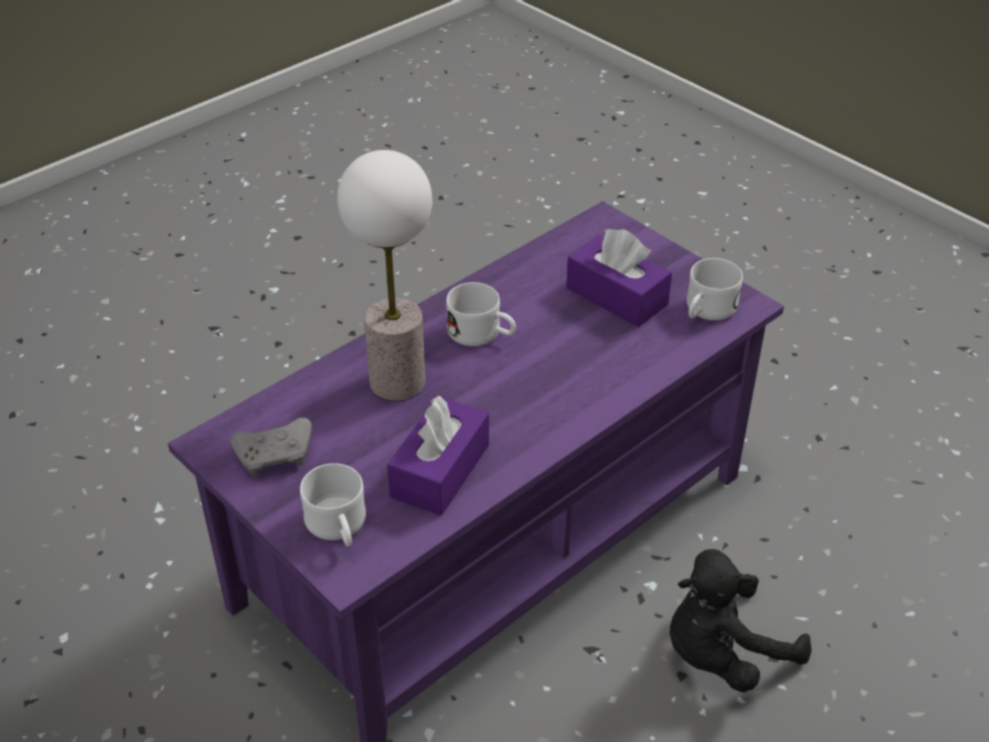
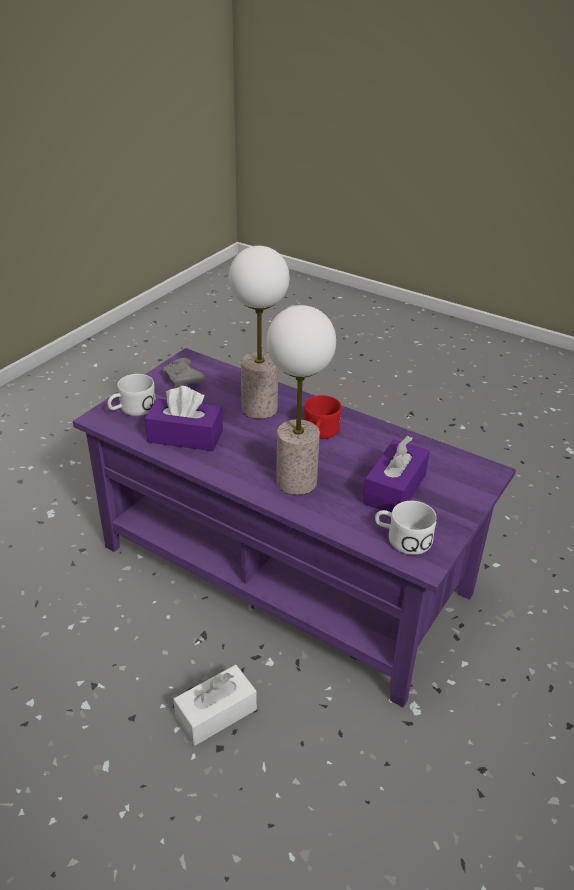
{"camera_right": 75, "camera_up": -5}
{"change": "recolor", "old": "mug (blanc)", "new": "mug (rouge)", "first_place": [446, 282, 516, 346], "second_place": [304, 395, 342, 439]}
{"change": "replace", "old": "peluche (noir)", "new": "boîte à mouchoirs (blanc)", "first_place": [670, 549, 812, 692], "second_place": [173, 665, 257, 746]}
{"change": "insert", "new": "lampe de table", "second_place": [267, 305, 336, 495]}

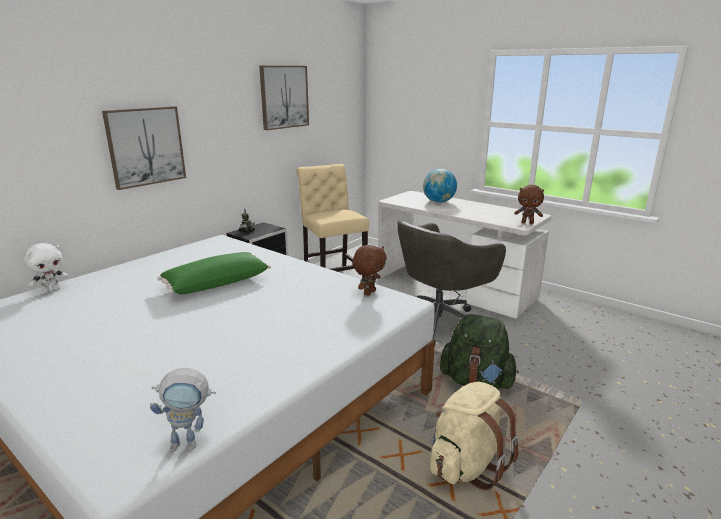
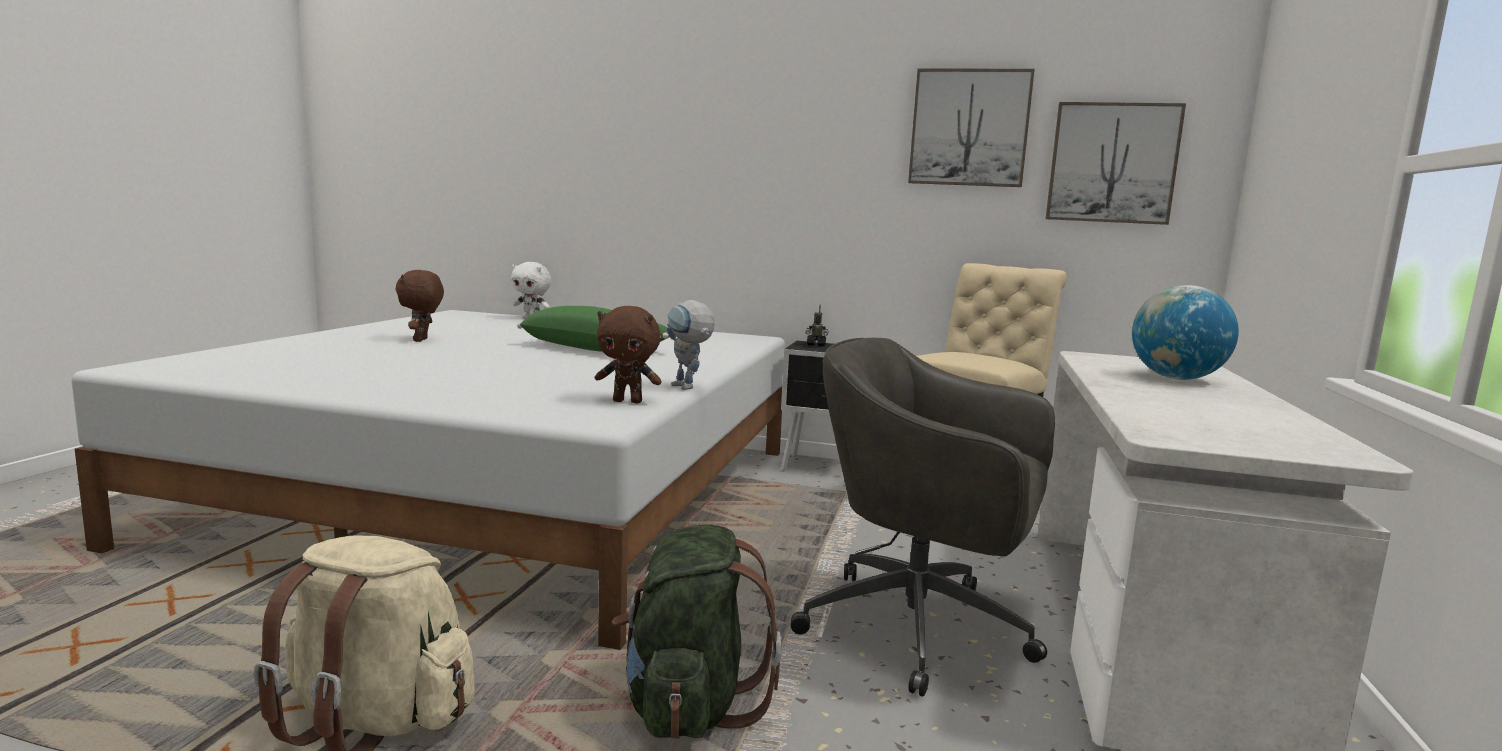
{"camera_right": 65, "camera_up": -10}
{"change": "move", "old": "tableau", "first_place": [102, 106, 186, 190], "second_place": [1046, 102, 1186, 225]}
{"change": "move", "old": "peluche (marron)", "first_place": [514, 185, 544, 224], "second_place": [395, 270, 444, 342]}
{"change": "move", "old": "robot jouet", "first_place": [150, 368, 216, 452], "second_place": [667, 300, 715, 390]}

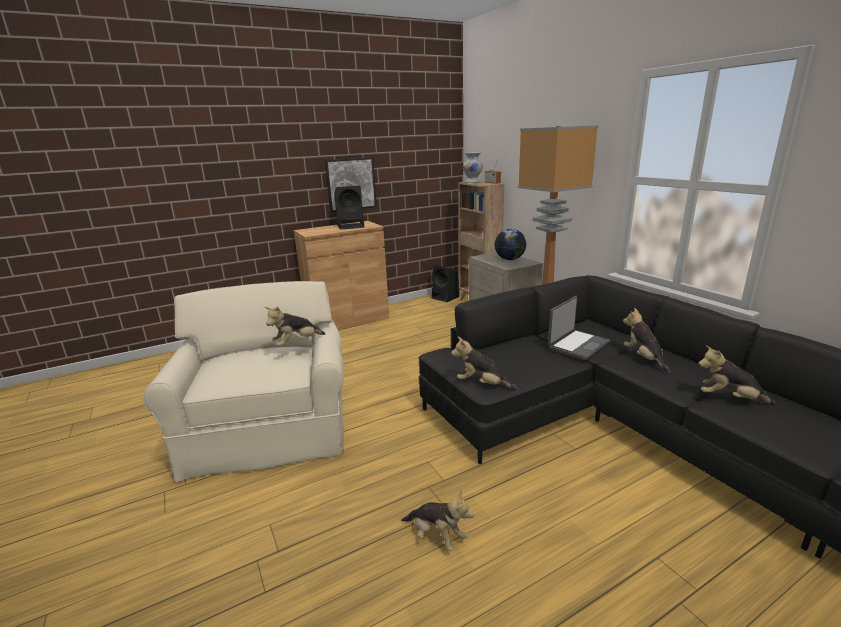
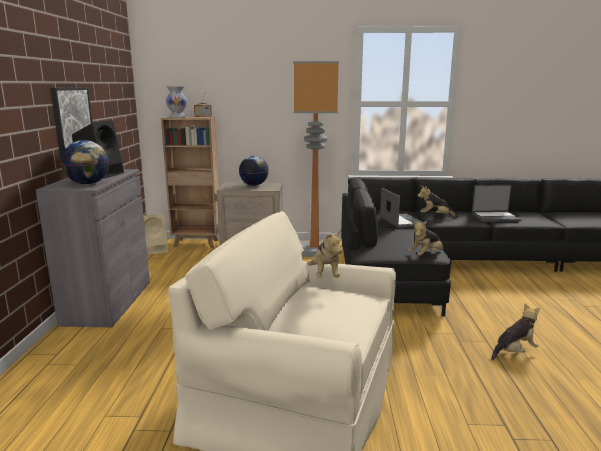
{"camera_right": -60, "camera_up": -5}
{"change": "recolor", "old": "meuble de rangement (marron)", "new": "meuble de rangement (gris)", "first_place": [294, 221, 389, 331], "second_place": [36, 169, 150, 327]}
{"change": "recolor", "old": "enceinte (noir)", "new": "enceinte (beige)", "first_place": [432, 265, 459, 302], "second_place": [143, 214, 168, 255]}
{"change": "replace", "old": "peluche", "new": "ordinateur portable", "first_place": [698, 345, 776, 405], "second_place": [472, 185, 522, 222]}
{"change": "insert", "new": "globe", "second_place": [61, 140, 109, 184]}

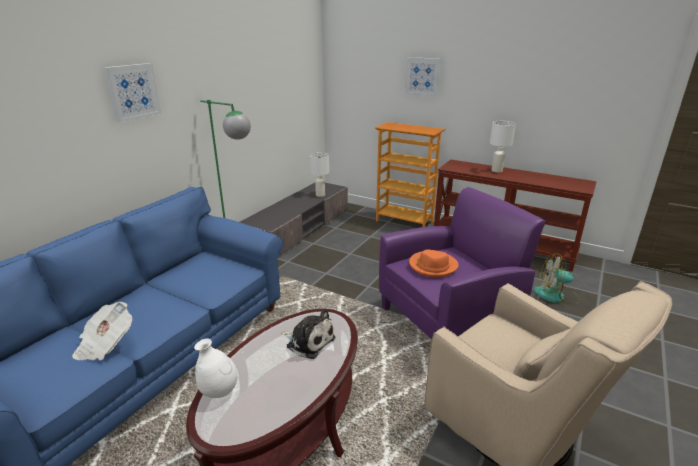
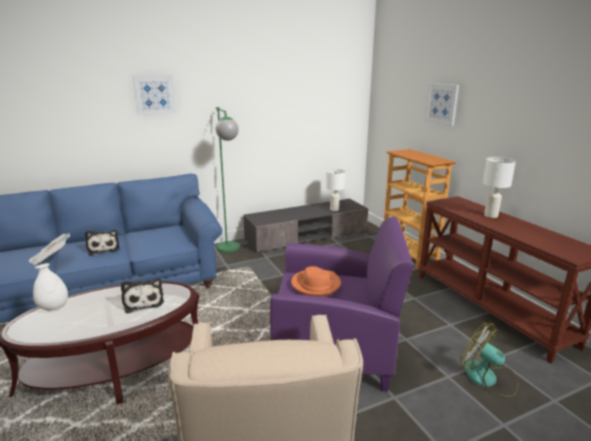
{"camera_right": 35, "camera_up": -5}
{"change": "insert", "new": "peluche", "second_place": [85, 229, 120, 255]}

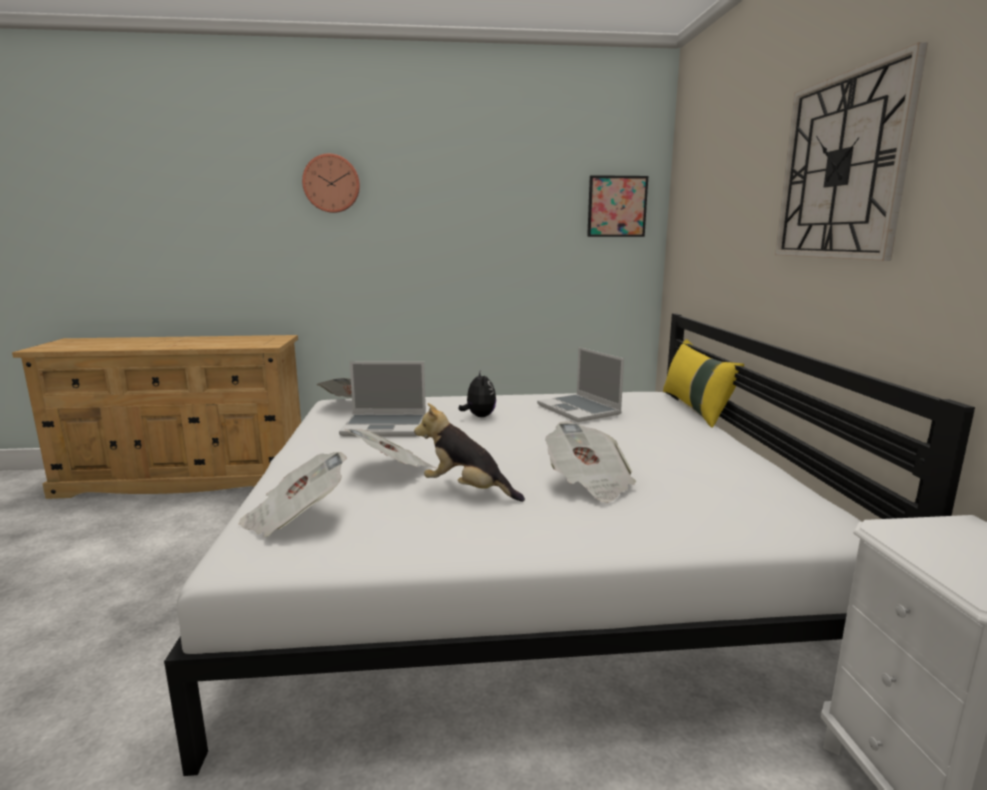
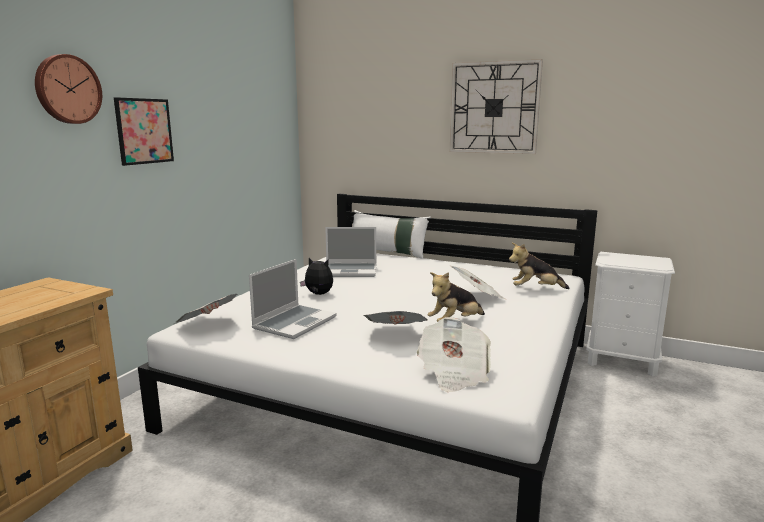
{"camera_right": -60, "camera_up": 0}
{"change": "move", "old": "tableau", "first_place": [587, 175, 648, 237], "second_place": [114, 97, 174, 166]}
{"change": "recolor", "old": "coussin (jaune)", "new": "coussin (blanc)", "first_place": [663, 339, 744, 428], "second_place": [353, 210, 431, 259]}
{"change": "insert", "new": "peluche", "second_place": [509, 243, 570, 289]}

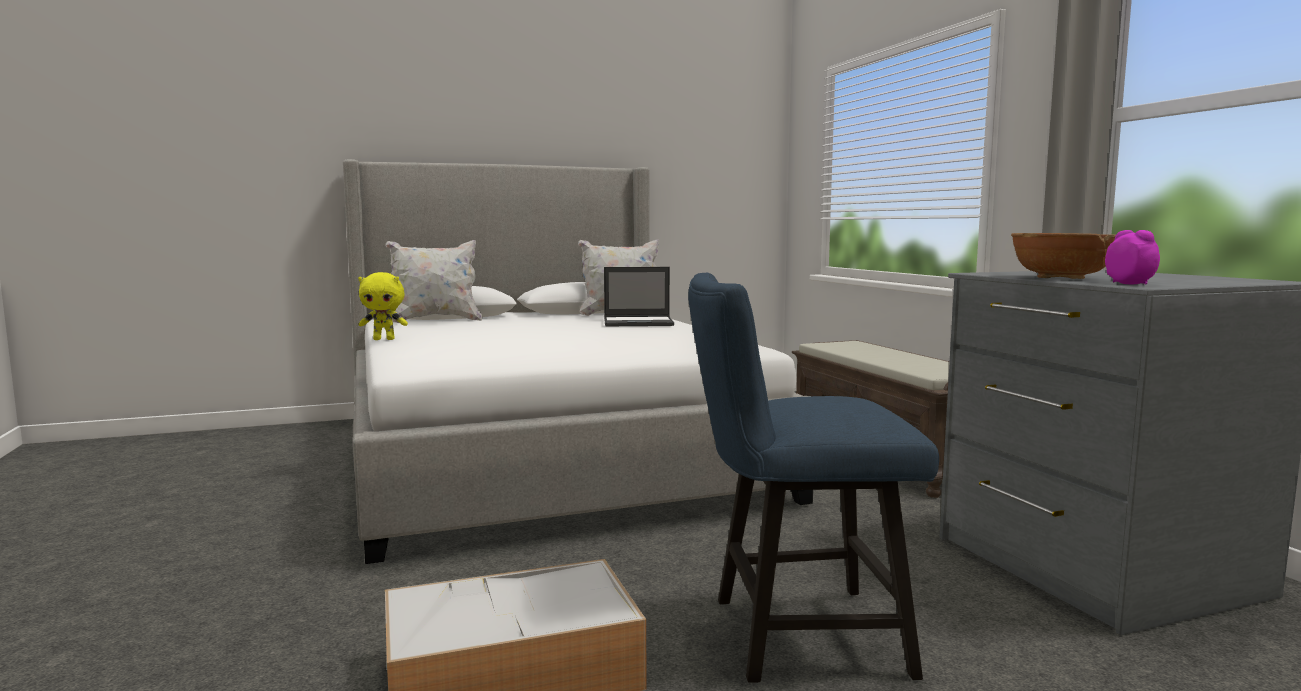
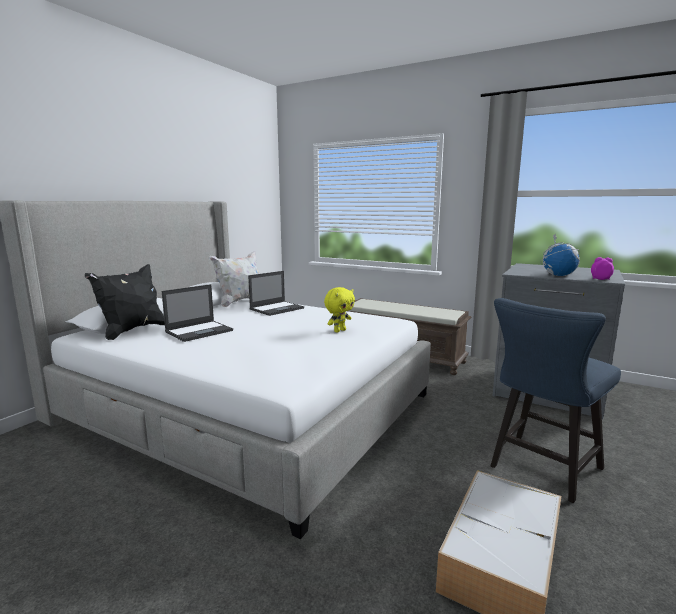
{"camera_right": -40, "camera_up": 5}
{"change": "replace", "old": "bol (marron)", "new": "globe", "first_place": [1011, 233, 1116, 279], "second_place": [540, 233, 580, 276]}
{"change": "recolor", "old": "coussin (blanc)", "new": "coussin (noir)", "first_place": [385, 240, 482, 323], "second_place": [85, 264, 165, 340]}
{"change": "move", "old": "peluche (jaune)", "first_place": [358, 272, 408, 340], "second_place": [324, 287, 355, 333]}
{"change": "insert", "new": "ordinateur portable", "second_place": [162, 284, 233, 342]}

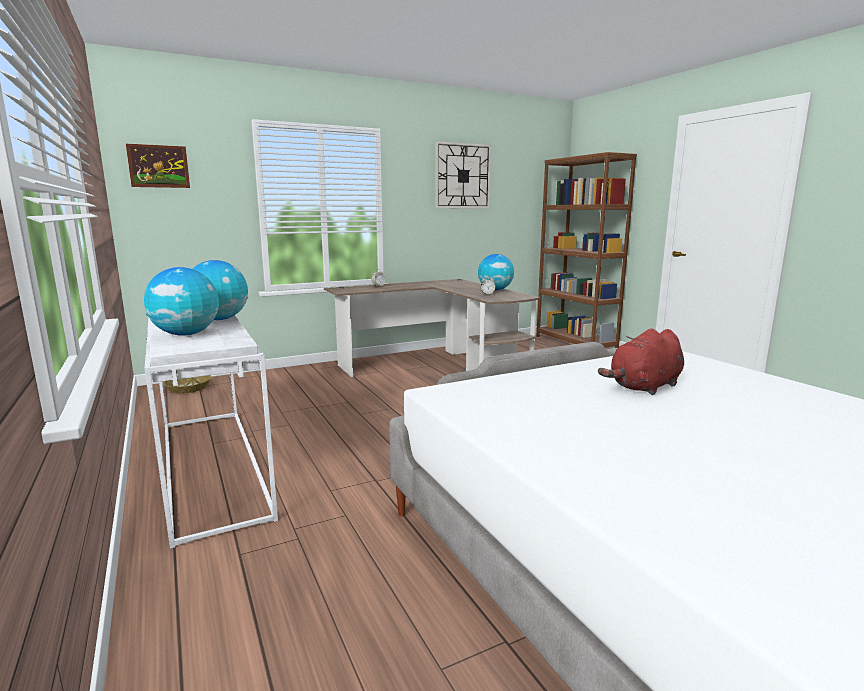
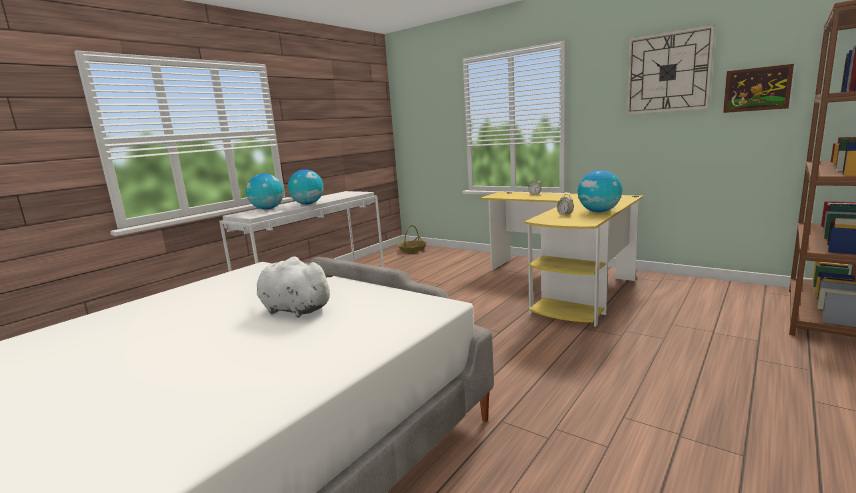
{"camera_right": 65, "camera_up": 0}
{"change": "move", "old": "tableau", "first_place": [126, 144, 190, 188], "second_place": [723, 64, 794, 113]}
{"change": "recolor", "old": "bureau (marron)", "new": "bureau (jaune)", "first_place": [324, 279, 541, 377], "second_place": [480, 192, 643, 327]}
{"change": "recolor", "old": "peluche (rouge)", "new": "peluche (blanc)", "first_place": [598, 328, 684, 395], "second_place": [257, 257, 333, 317]}

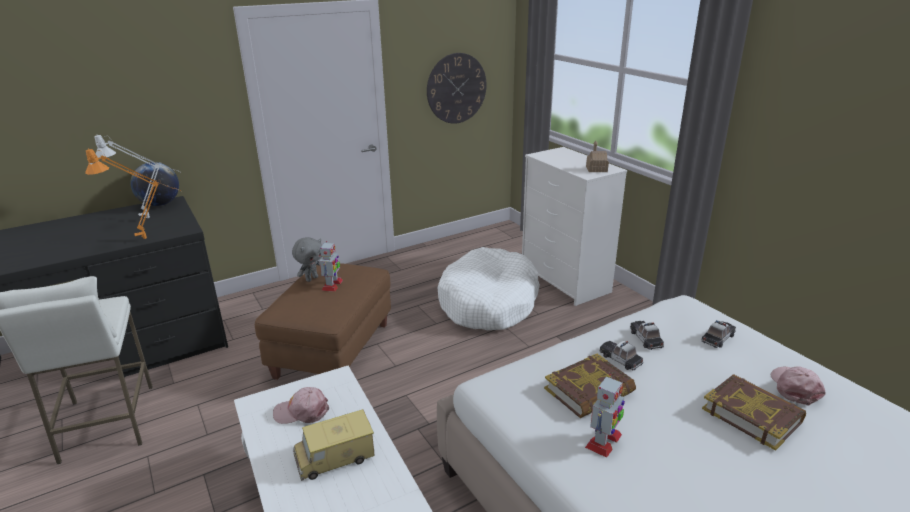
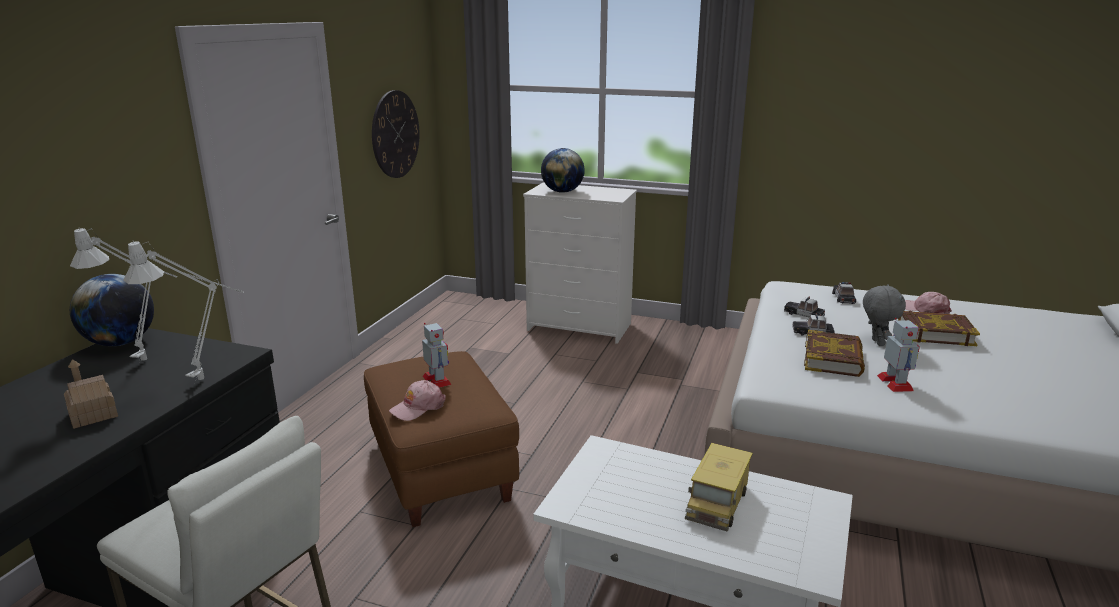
{"camera_right": -40, "camera_up": -5}
{"change": "move", "old": "maison miniature", "first_place": [586, 141, 609, 172], "second_place": [64, 359, 118, 429]}
{"change": "recolor", "old": "lampe de table (orange)", "new": "lampe de table (gris)", "first_place": [85, 148, 183, 239], "second_place": [123, 241, 243, 380]}
{"change": "move", "old": "peluche (gris)", "first_place": [292, 237, 322, 282], "second_place": [863, 284, 906, 346]}
{"change": "delete", "old": "panier pour chien (blanc)", "first_place": [438, 247, 540, 330]}
{"change": "move", "old": "casquette (rose)", "first_place": [273, 387, 329, 424], "second_place": [389, 380, 446, 421]}
{"change": "insert", "new": "globe", "second_place": [541, 148, 585, 193]}

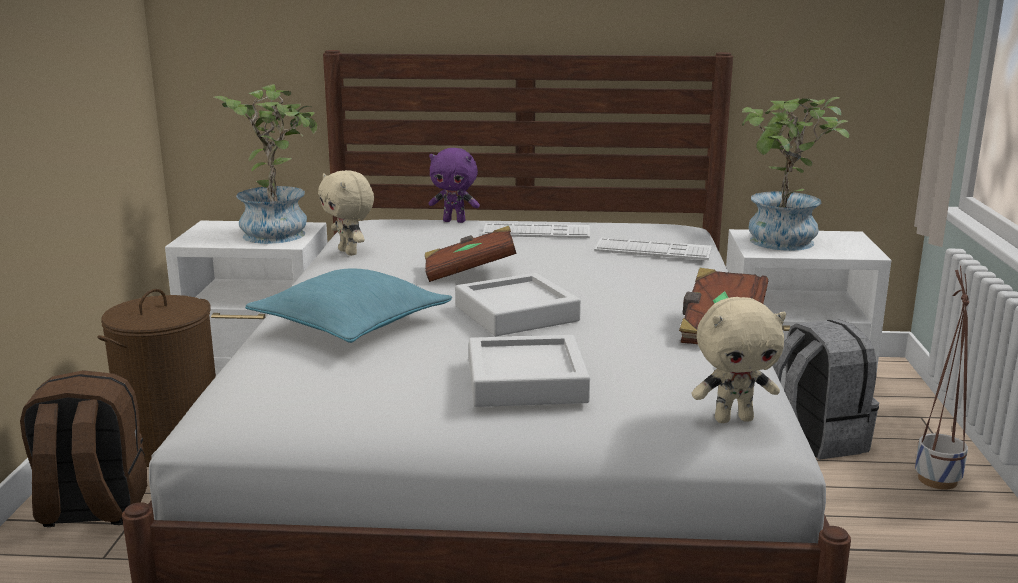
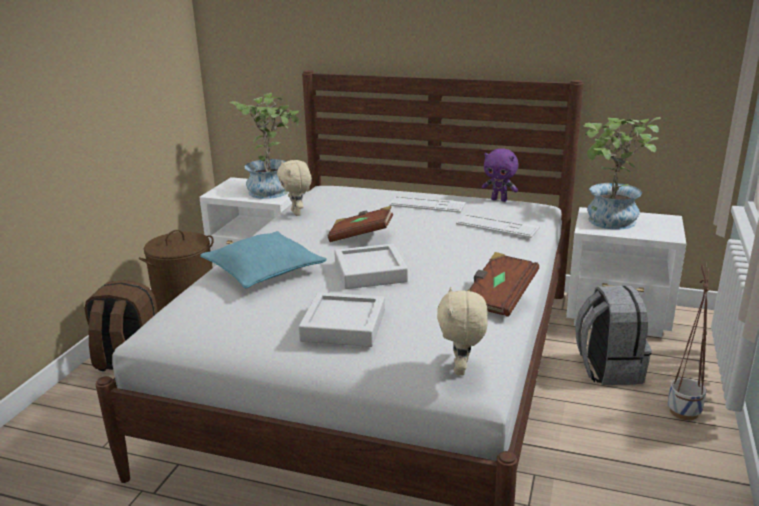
{"camera_right": 15, "camera_up": 5}
{"change": "move", "old": "peluche (violet)", "first_place": [429, 148, 480, 223], "second_place": [482, 148, 519, 202]}
{"change": "rotate", "old": "peluche (beige)", "first_place": [691, 297, 786, 423], "second_place": [437, 287, 488, 376], "degrees": 90}

